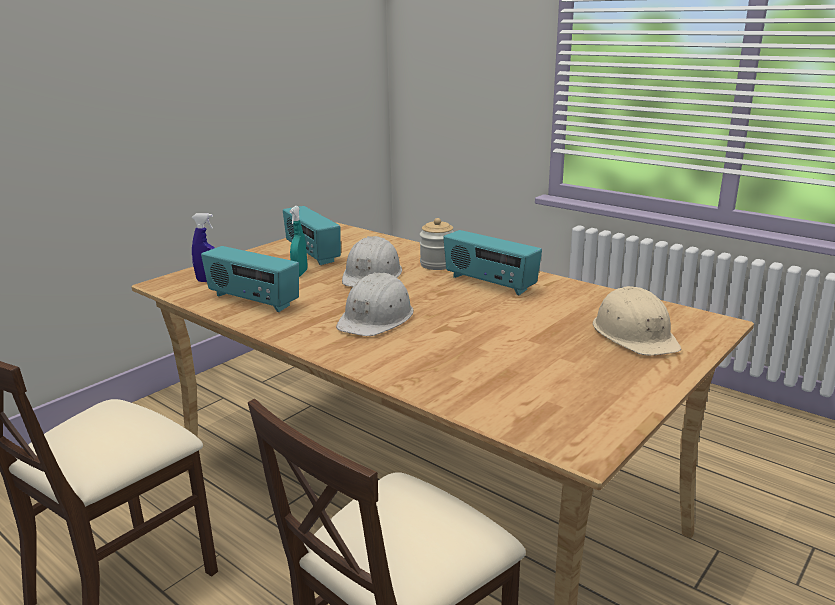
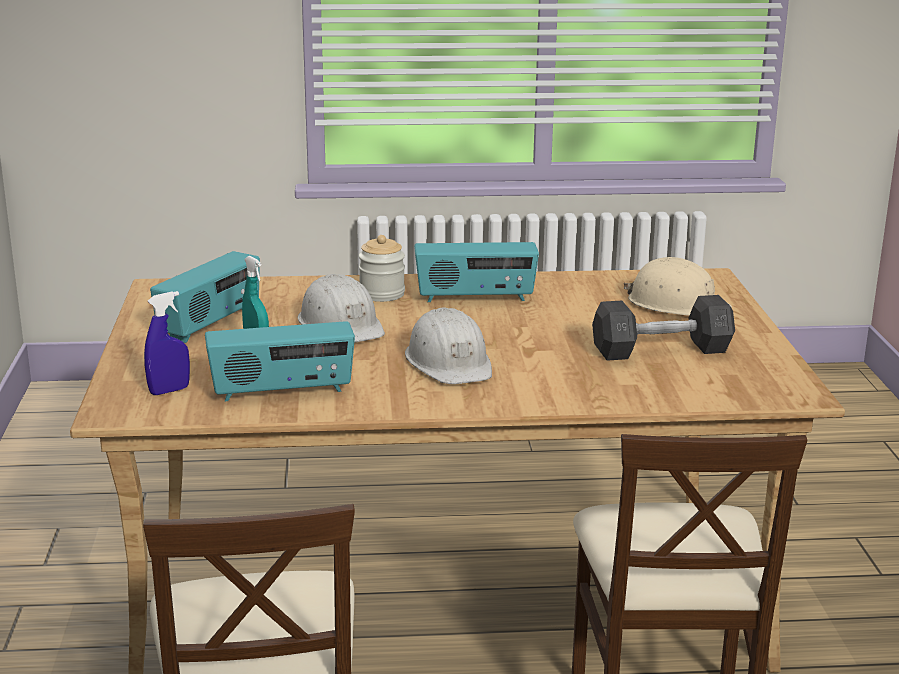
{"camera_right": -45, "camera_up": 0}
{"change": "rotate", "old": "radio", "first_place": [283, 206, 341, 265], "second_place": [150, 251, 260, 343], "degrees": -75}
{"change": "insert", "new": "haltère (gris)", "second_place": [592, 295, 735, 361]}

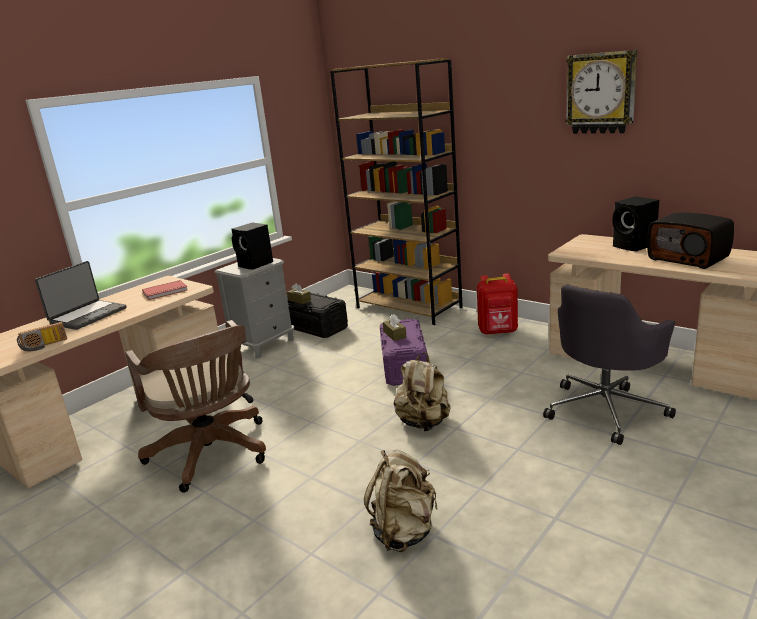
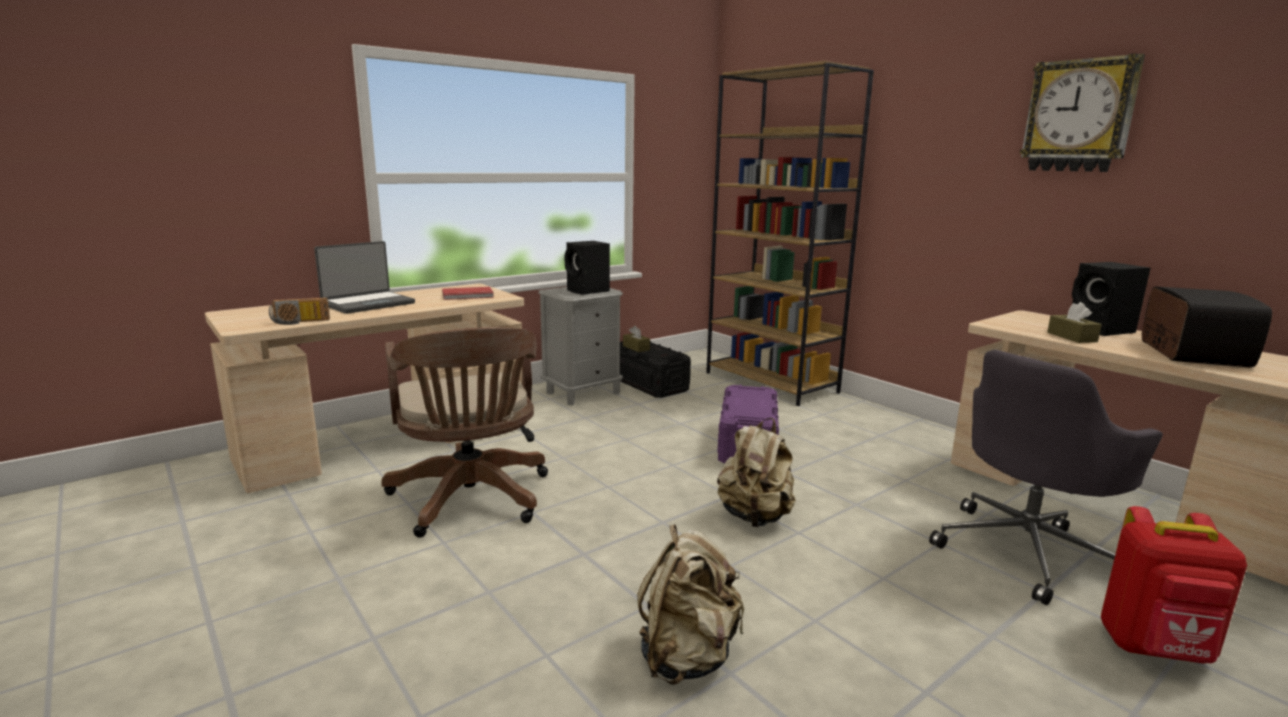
{"camera_right": 10, "camera_up": -5}
{"change": "rotate", "old": "radio", "first_place": [647, 213, 734, 269], "second_place": [1141, 287, 1272, 368], "degrees": -135}
{"change": "move", "old": "sac à dos (rouge)", "first_place": [477, 273, 518, 335], "second_place": [1101, 506, 1247, 663]}
{"change": "move", "old": "boîte à mouchoirs (marron)", "first_place": [383, 314, 407, 341], "second_place": [1047, 302, 1102, 343]}

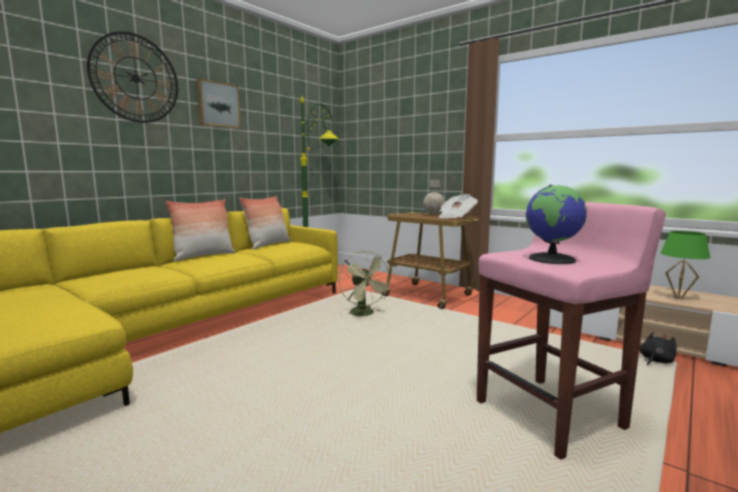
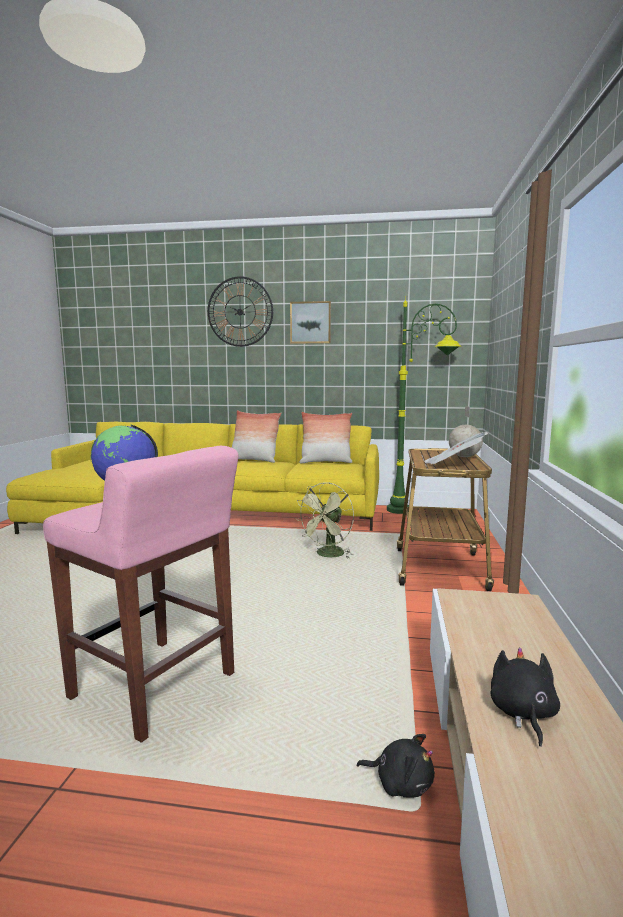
{"camera_right": 60, "camera_up": 0}
{"change": "replace", "old": "lampe de table (vert)", "new": "peluche (noir)", "first_place": [660, 231, 710, 299], "second_place": [491, 648, 560, 747]}

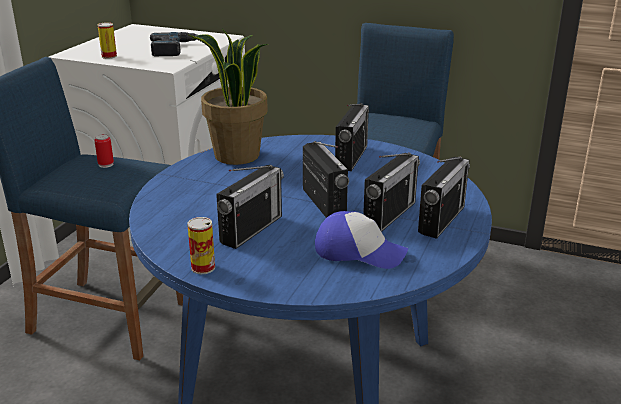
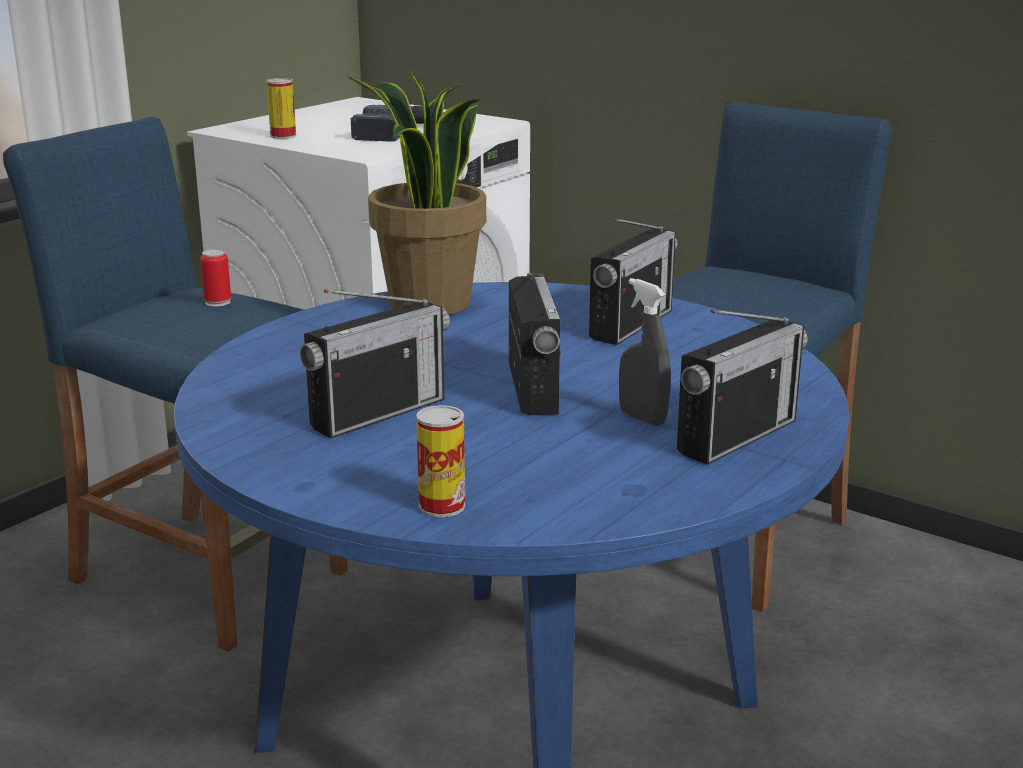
{"camera_right": 15, "camera_up": -5}
{"change": "replace", "old": "radio", "new": "vaporisateur (gris)", "first_place": [363, 152, 420, 232], "second_place": [619, 278, 671, 426]}
{"change": "delete", "old": "casquette", "first_place": [315, 211, 408, 269]}
{"change": "move", "old": "boîte métallique", "first_place": [188, 217, 215, 274], "second_place": [416, 405, 465, 517]}

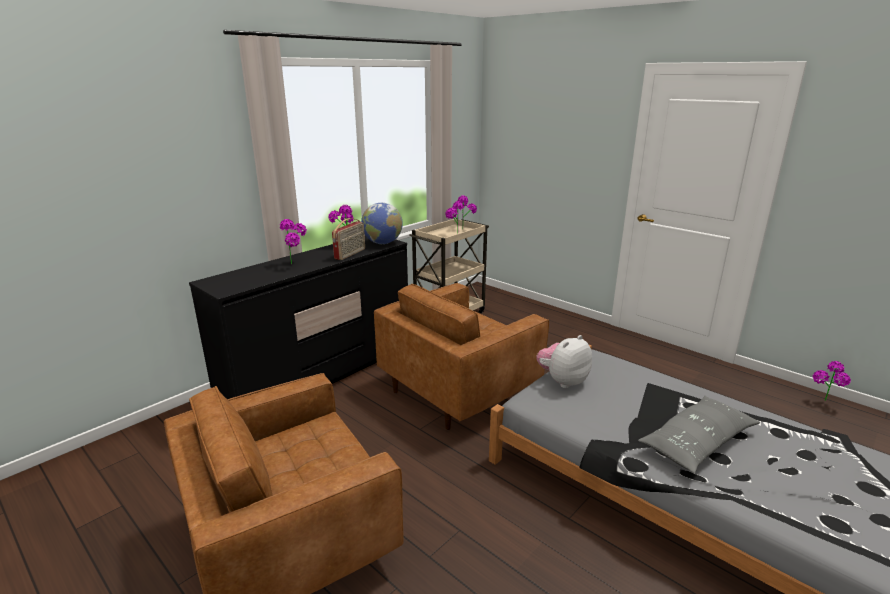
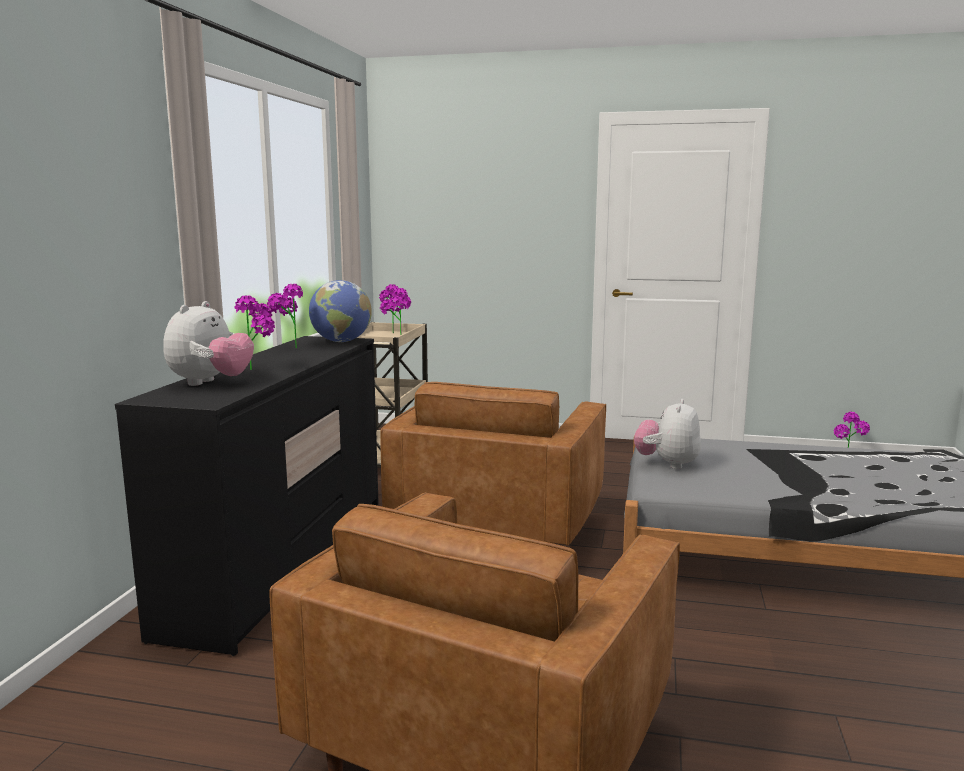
{"camera_right": -30, "camera_up": -10}
{"change": "delete", "old": "radio", "first_place": [332, 218, 365, 260]}
{"change": "delete", "old": "coussin (gris)", "first_place": [638, 396, 761, 474]}
{"change": "insert", "new": "peluche", "second_place": [163, 301, 254, 386]}

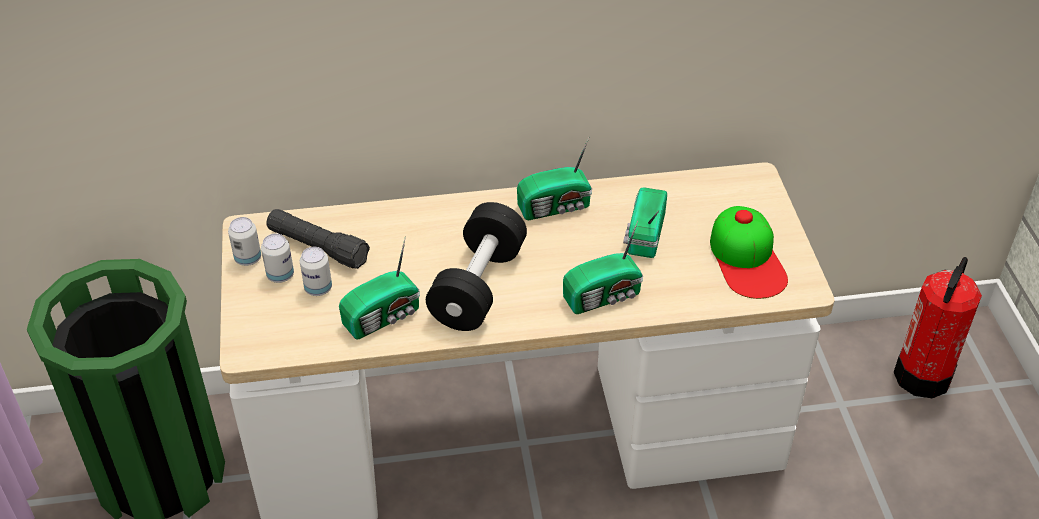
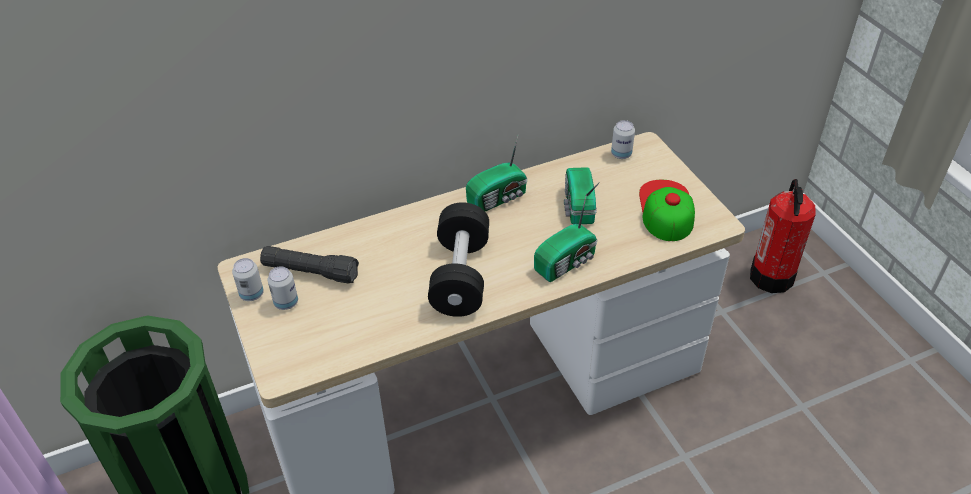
{"camera_right": -15, "camera_up": 0}
{"change": "rotate", "old": "casquette", "first_place": [710, 206, 788, 299], "second_place": [639, 180, 695, 241], "degrees": -150}
{"change": "delete", "old": "radio", "first_place": [339, 236, 420, 340]}
{"change": "move", "old": "boîte métallique", "first_place": [300, 247, 332, 296], "second_place": [611, 120, 635, 159]}

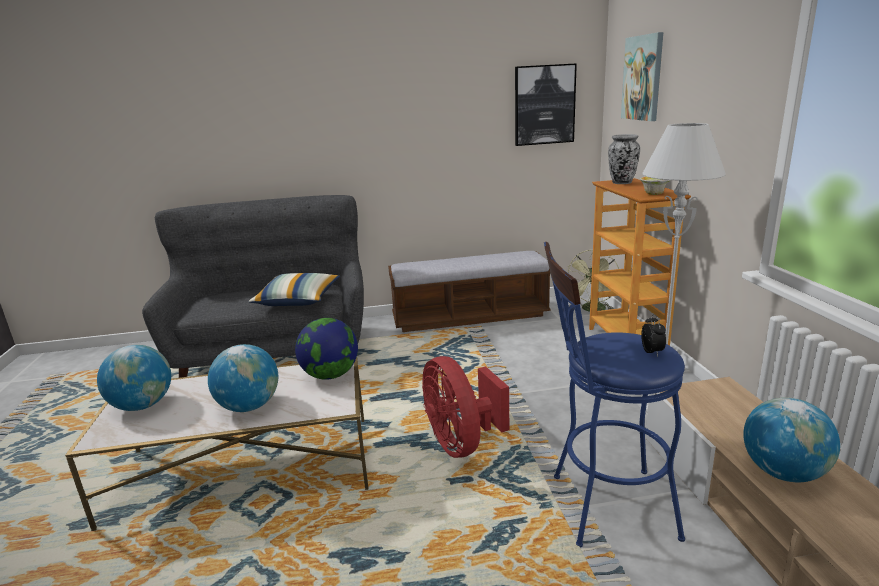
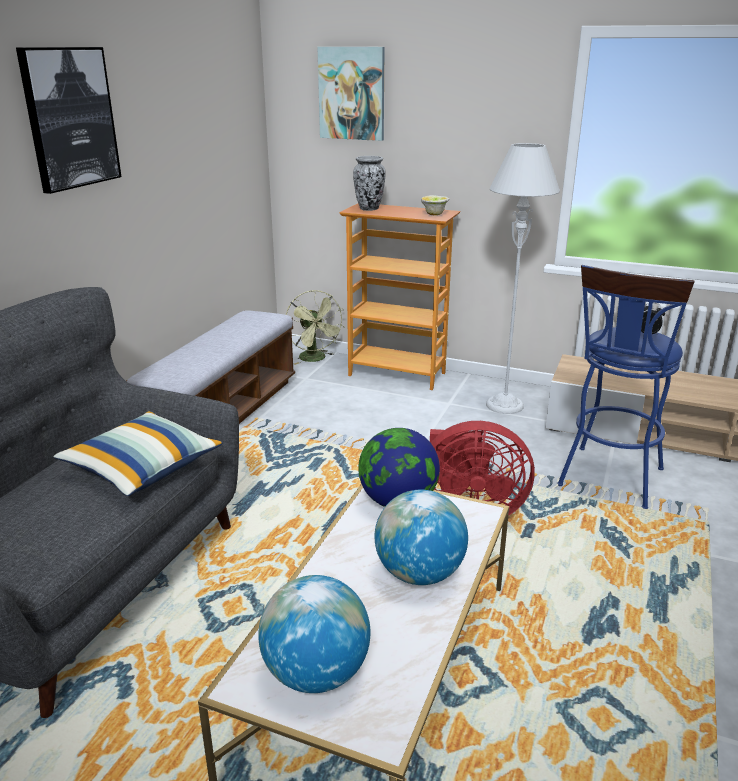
{"camera_right": -60, "camera_up": 5}
{"change": "move", "old": "tableau", "first_place": [515, 63, 577, 146], "second_place": [16, 47, 121, 194]}
{"change": "delete", "old": "globe", "first_place": [743, 397, 840, 482]}

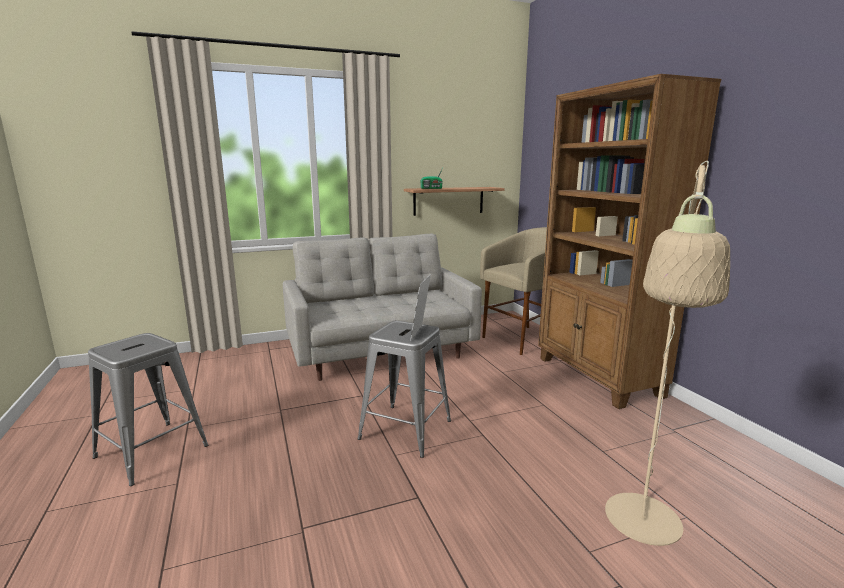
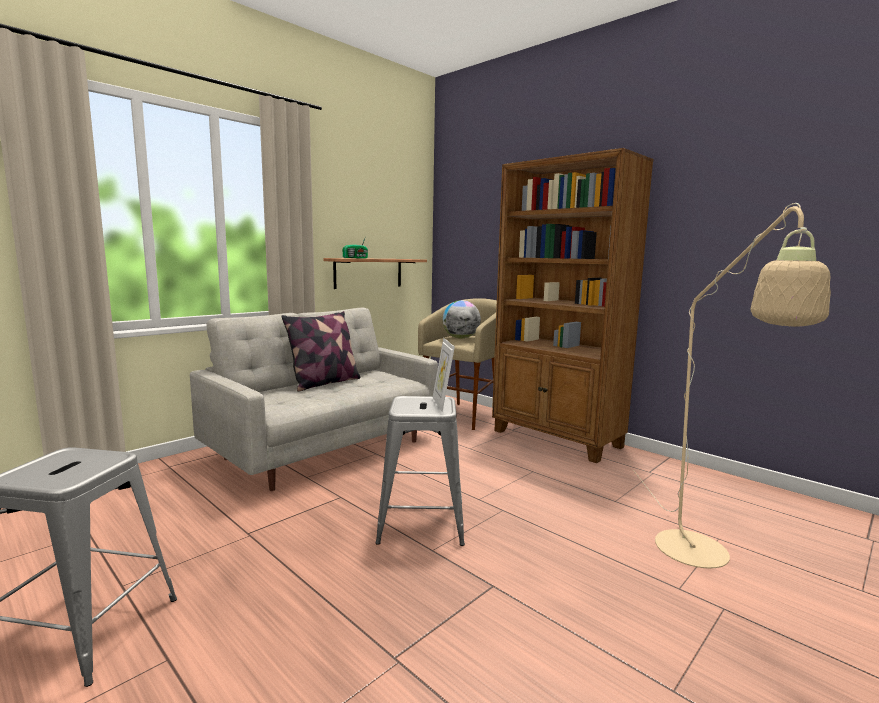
{"camera_right": -25, "camera_up": -5}
{"change": "insert", "new": "globe", "second_place": [442, 300, 481, 339]}
{"change": "insert", "new": "coussin", "second_place": [281, 311, 361, 392]}

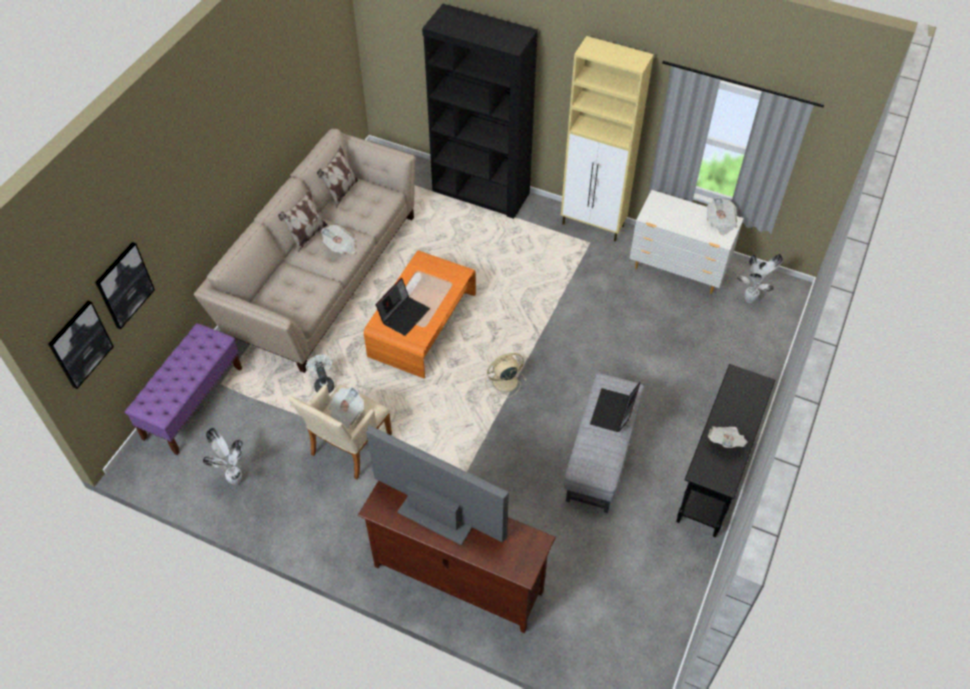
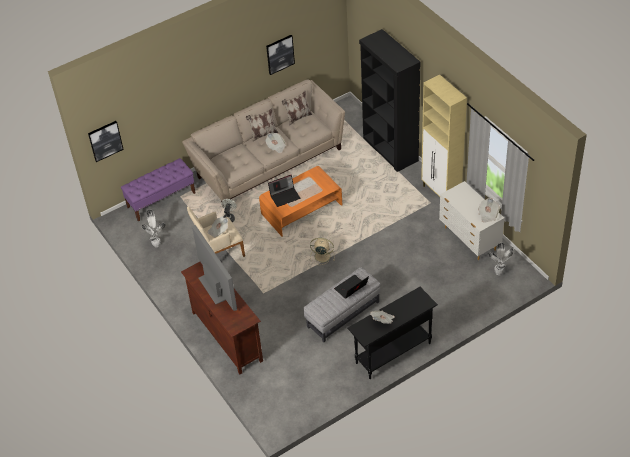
{"camera_right": 35, "camera_up": -5}
{"change": "move", "old": "tableau", "first_place": [95, 242, 155, 329], "second_place": [266, 35, 295, 75]}

